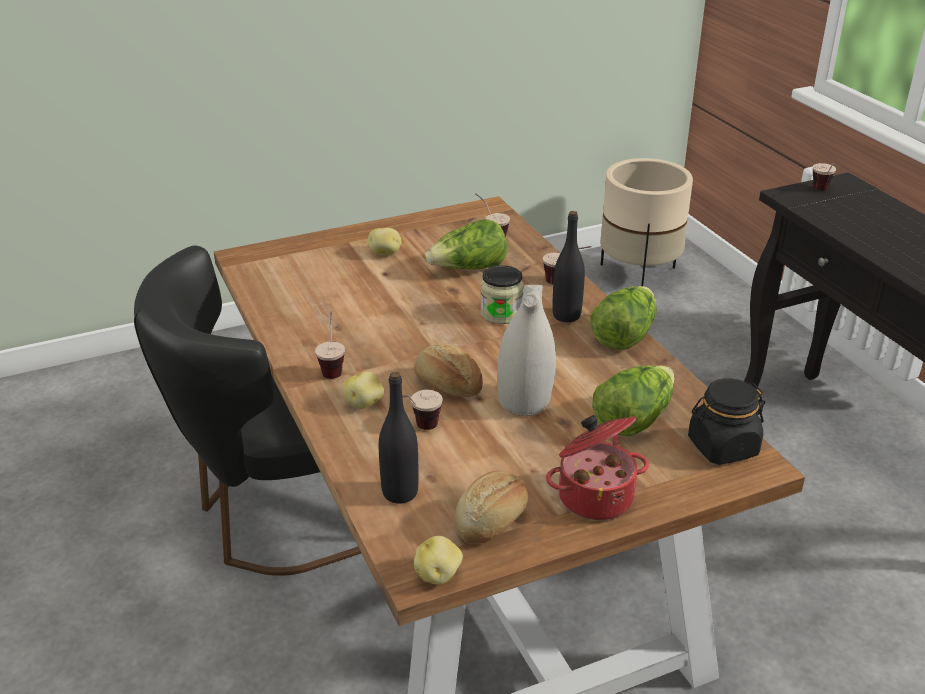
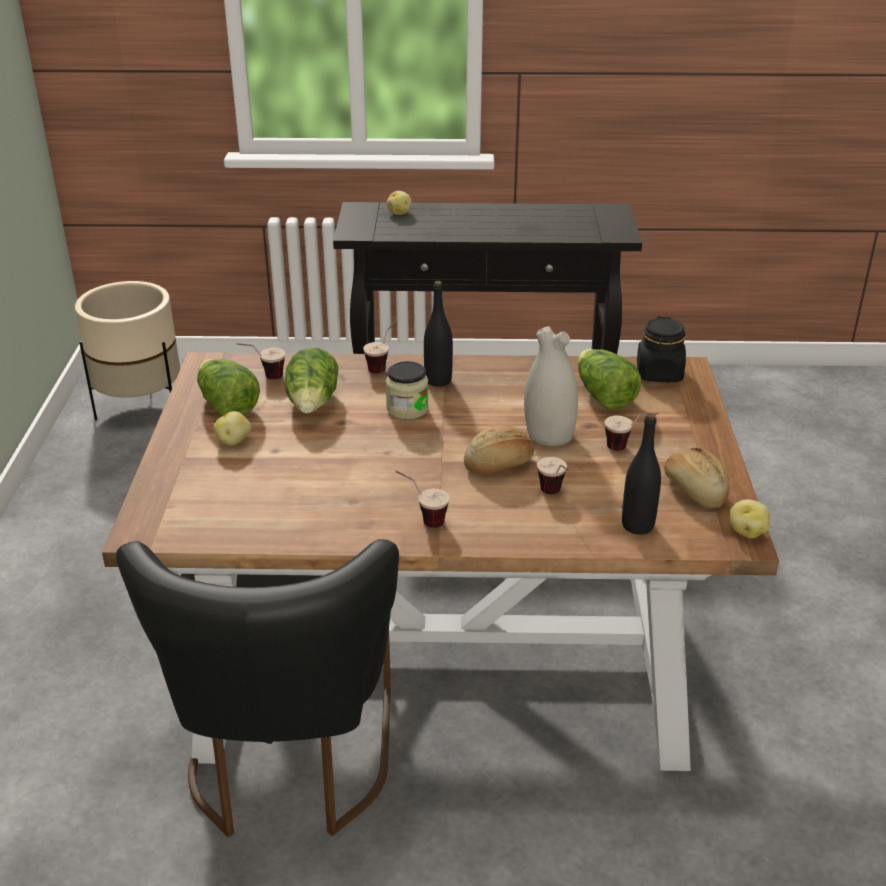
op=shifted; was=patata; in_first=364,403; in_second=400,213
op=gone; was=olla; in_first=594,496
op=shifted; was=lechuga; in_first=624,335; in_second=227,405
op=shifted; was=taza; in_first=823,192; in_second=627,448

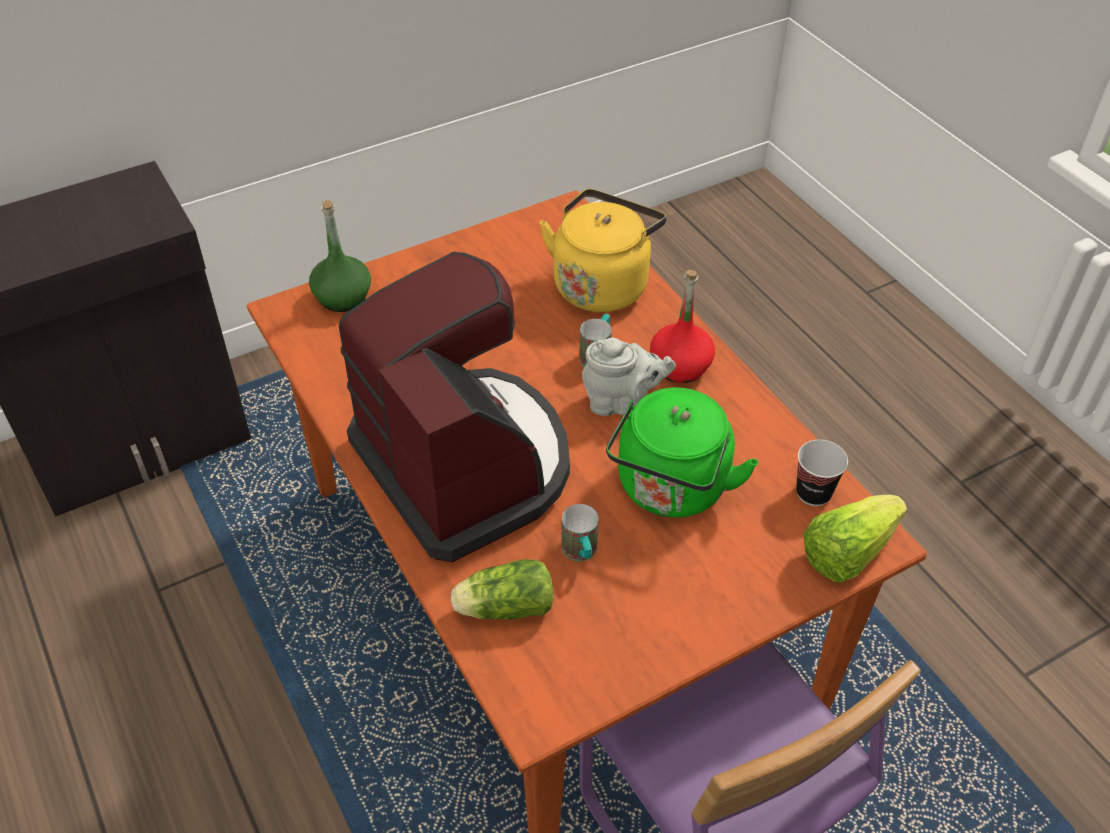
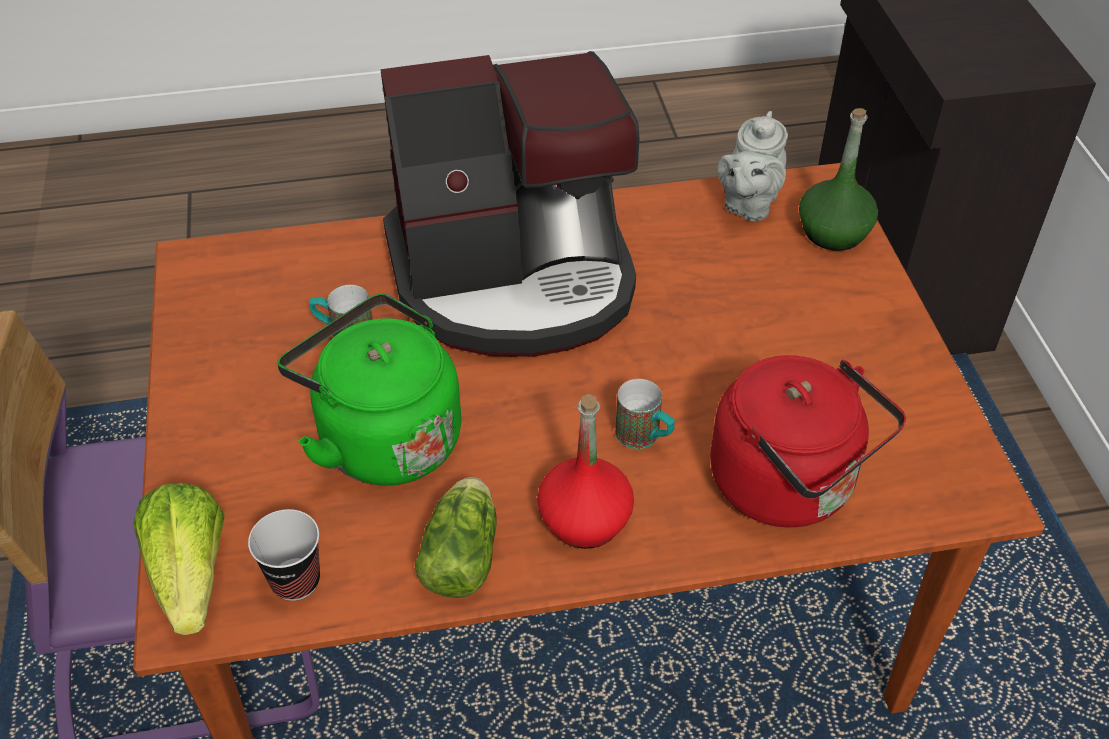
op=shifted; was=lechuga; in_first=502,607; in_second=463,552
op=repainted; was=hervidor [amarillo]; now=hervidor [rojo]; in_first=602,284; in_second=790,486
op=shifted; was=tetera [gris]; in_first=621,402; in_second=748,204

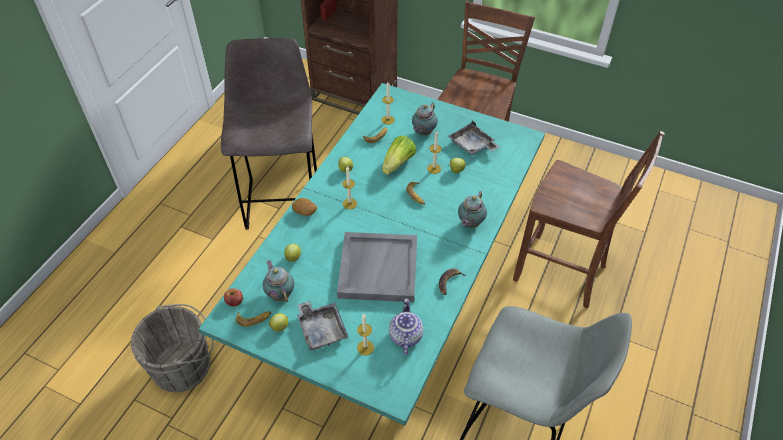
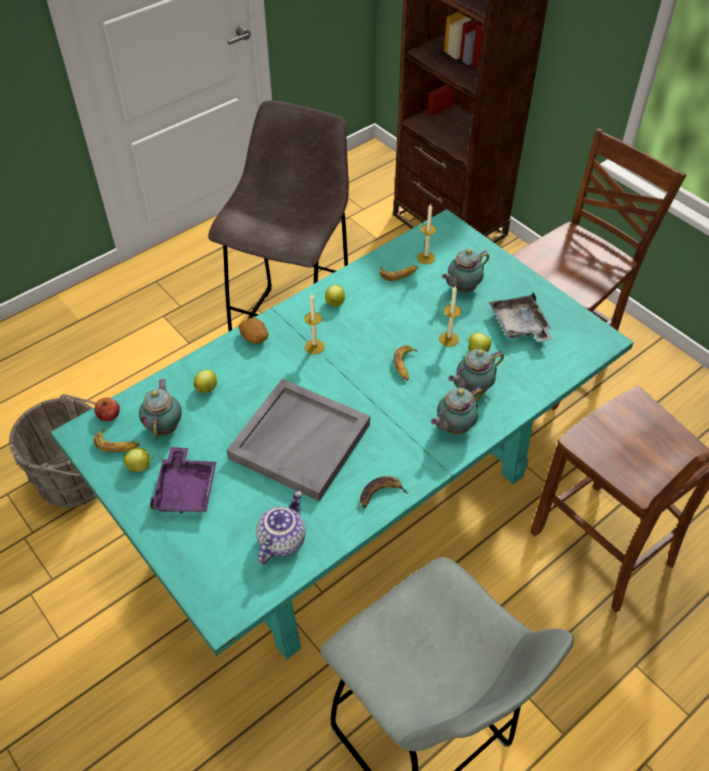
op=repainted; was=bandeja [gris]; now=bandeja [morado]; in_first=322,329; in_second=186,489
op=gone; was=vela; in_first=365,347
op=gone; was=lechuga; in_first=398,163
op=new; now=tetera; in_second=472,389

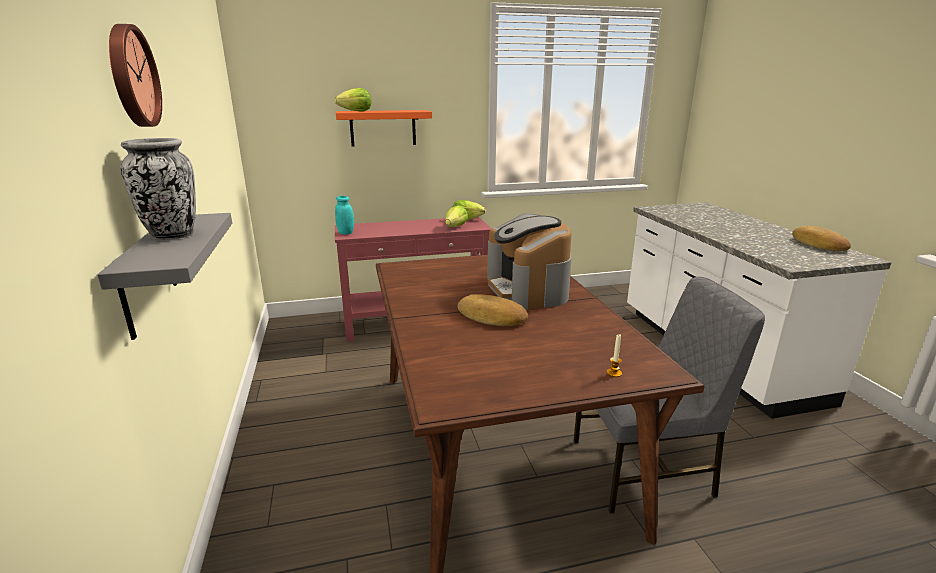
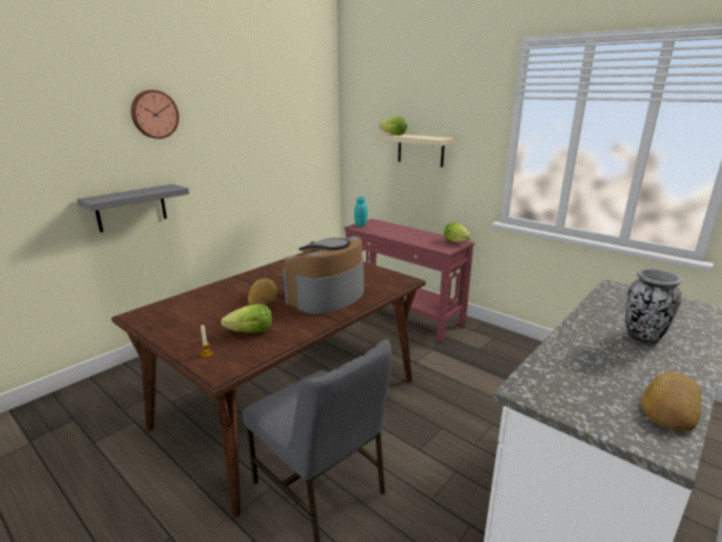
op=shifted; was=florero; in_first=172,235; in_second=642,338
op=repainted; was=estante [naranja]; now=estante [beis]; in_first=383,128; in_second=420,150
op=shifted; was=lechuga; in_first=455,227; in_second=251,332

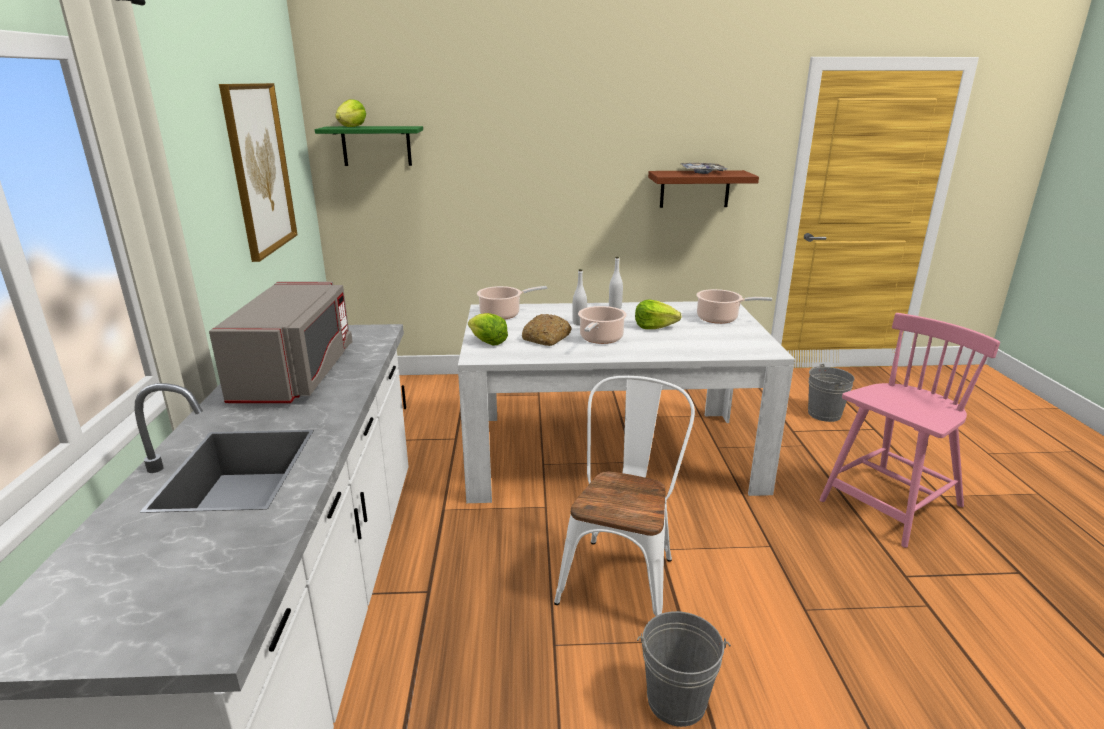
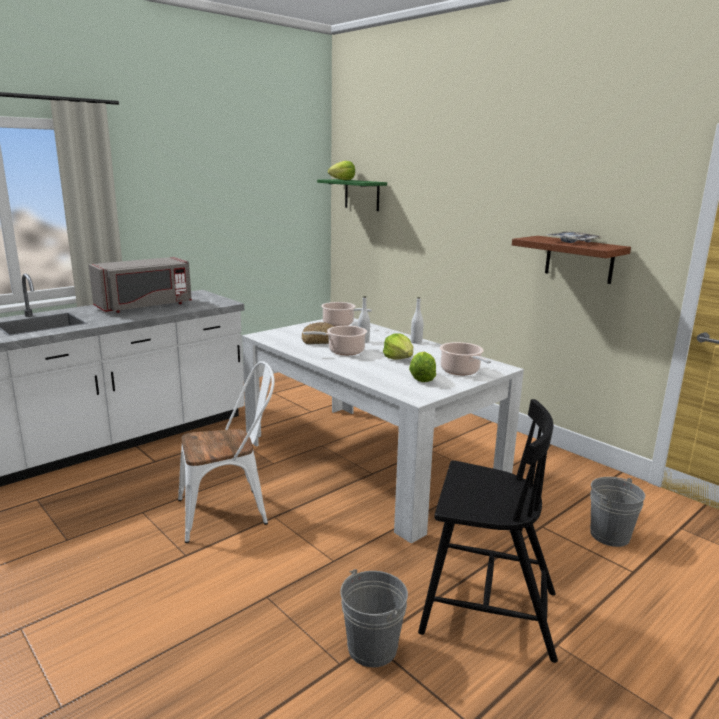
op=gone; was=cuadro; in_first=259,169
op=shifted; was=lechuga; in_first=487,342; in_second=422,378
op=shifted; was=cubo [gris]; in_first=676,700; in_second=372,648
op=repainted; was=silla [rosa]; now=silla [negro]; in_first=890,505; in_second=486,611

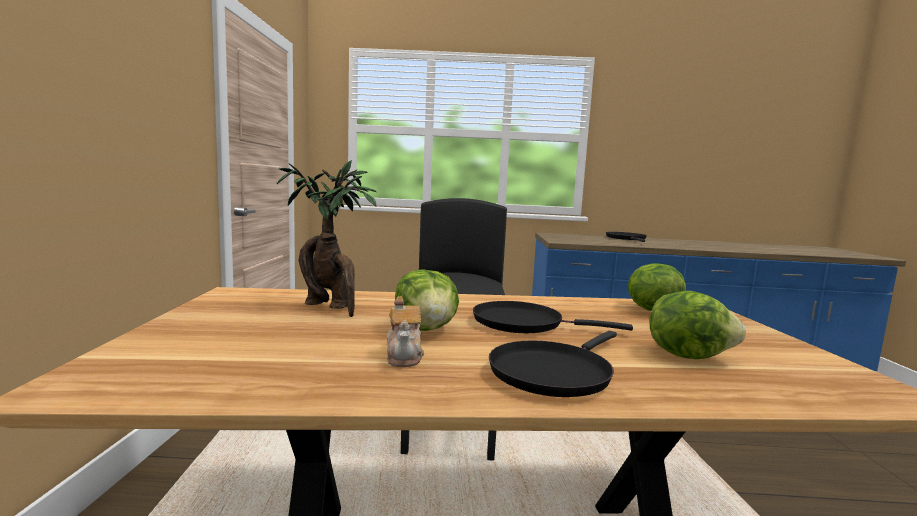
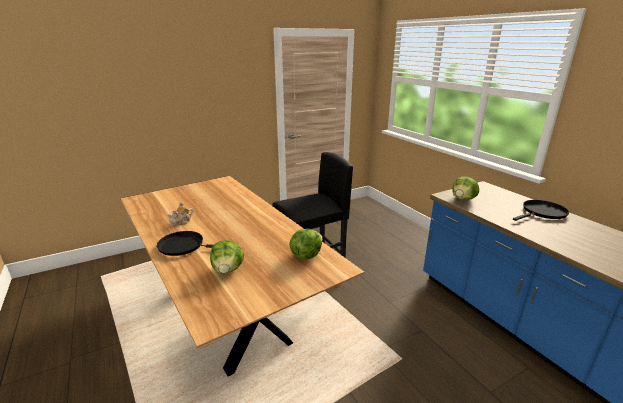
op=gone; was=planta en maceta; in_first=330,308
op=shifted; was=lechuga; in_first=426,329; in_second=463,199
op=gone; was=sartén [negro]; in_first=523,323

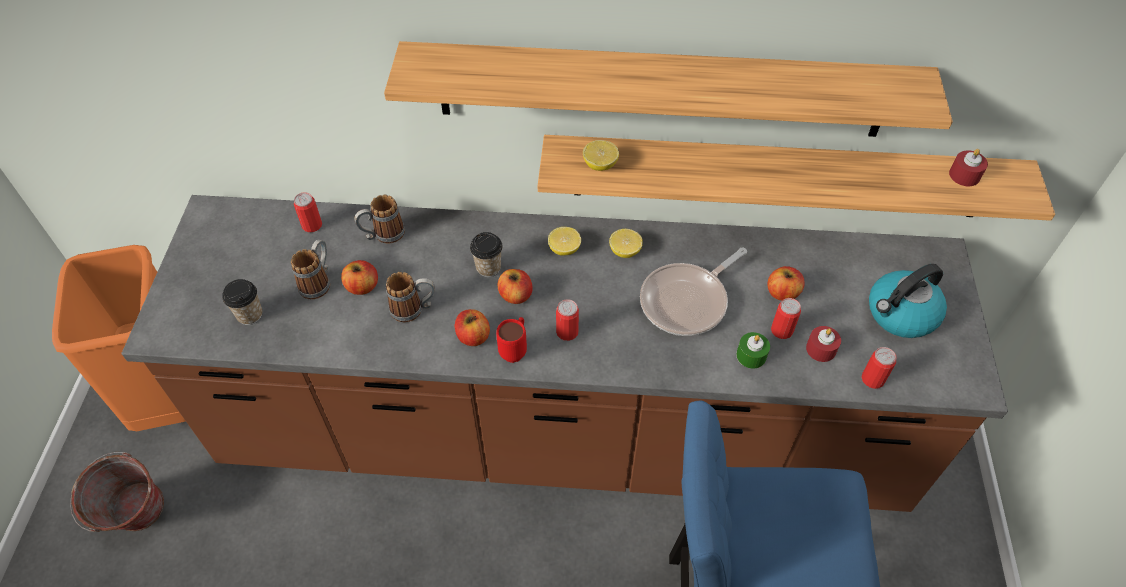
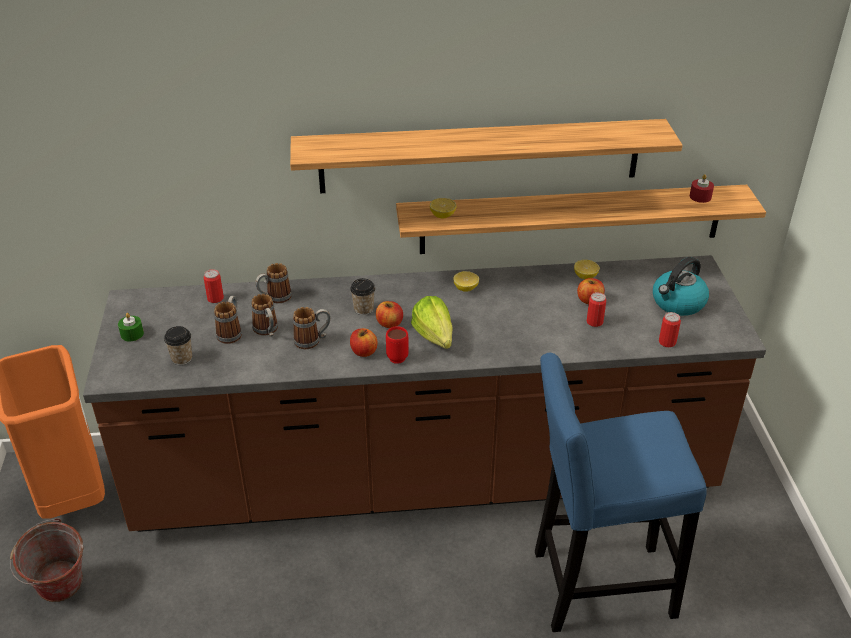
op=swapped; was=manzana; now=taza grande; in_first=362,286; in_second=267,331
op=shifted; was=limón; in_first=564,249; in_second=585,276
op=swapped; was=lata; now=lechuga; in_first=567,332; in_second=435,341
op=gone; was=sartén; in_first=687,301
op=shifted; was=vela [verde]; in_first=751,355; in_second=132,334
op=gone; was=vela [rojo]; in_first=821,349

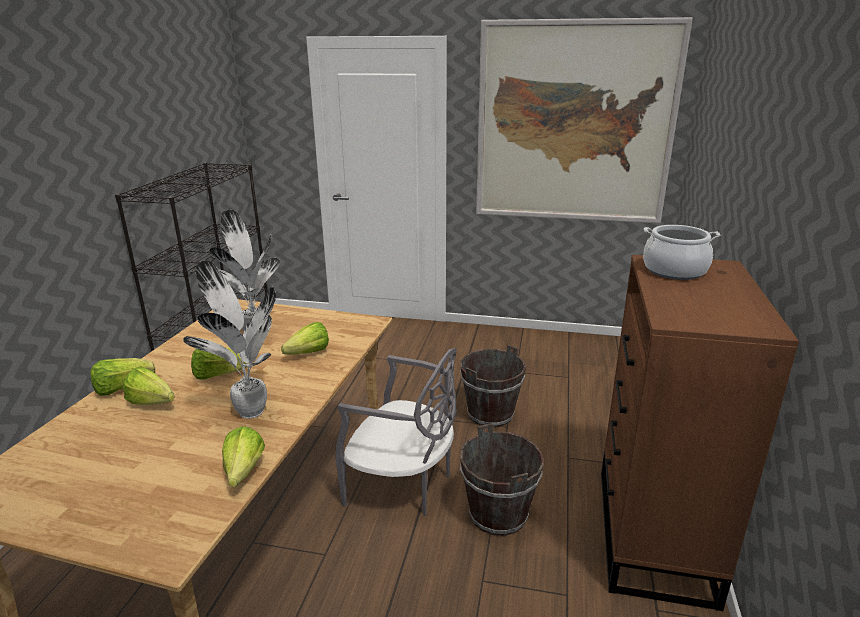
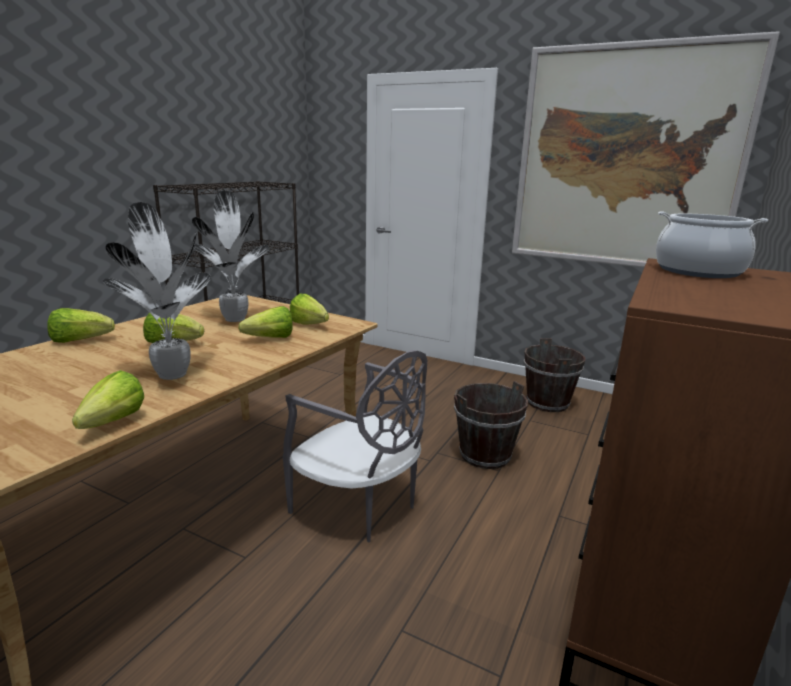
op=shifted; was=lechuga; in_first=154,405; in_second=311,326
op=shifted; was=cubo [marrón]; in_first=498,515; in_second=548,403

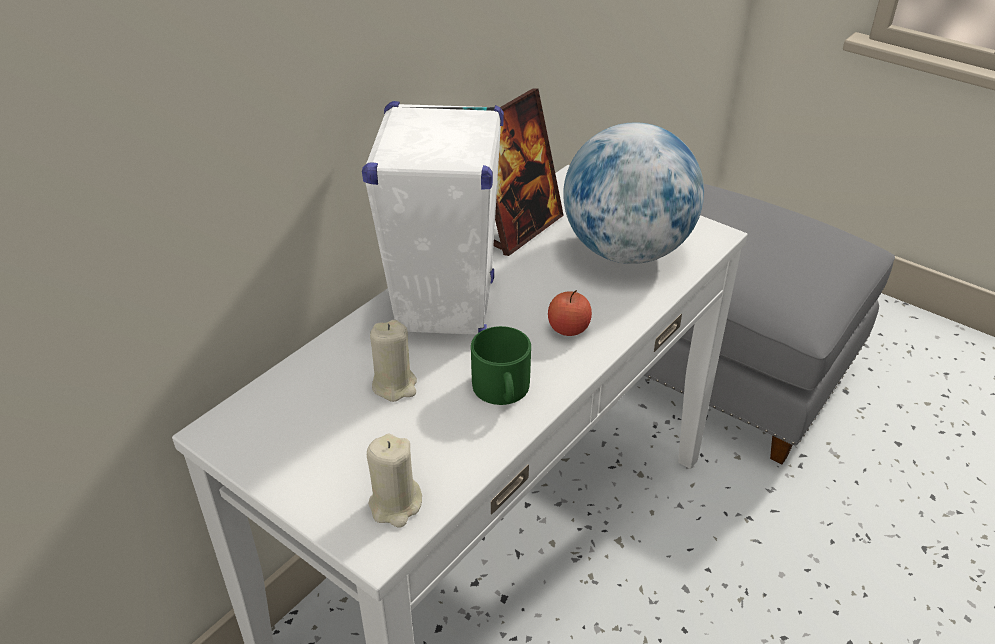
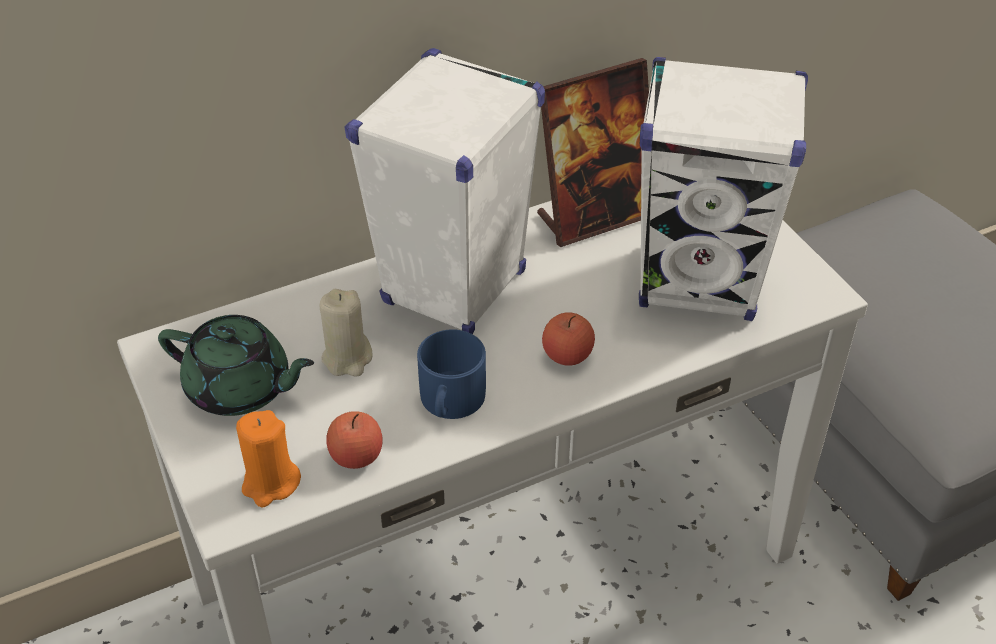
op=repainted; was=vela [beis]; now=vela [naranja]; in_first=395,505; in_second=270,483
op=repainted; was=taza grande [verde]; now=taza grande [azul]; in_first=502,390; in_second=450,401
op=swapped; was=globo terráqueo; now=altavoz [blanco]; in_first=626,251; in_second=700,282
op=new; now=tetera [verde]; in_second=240,388
op=new; now=manzana; in_second=356,456

